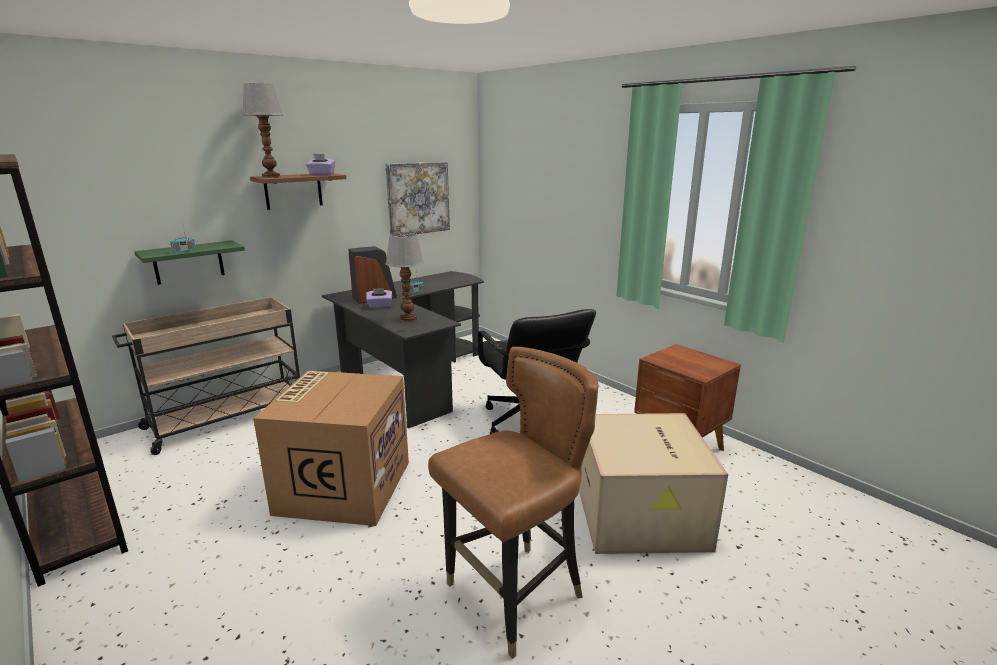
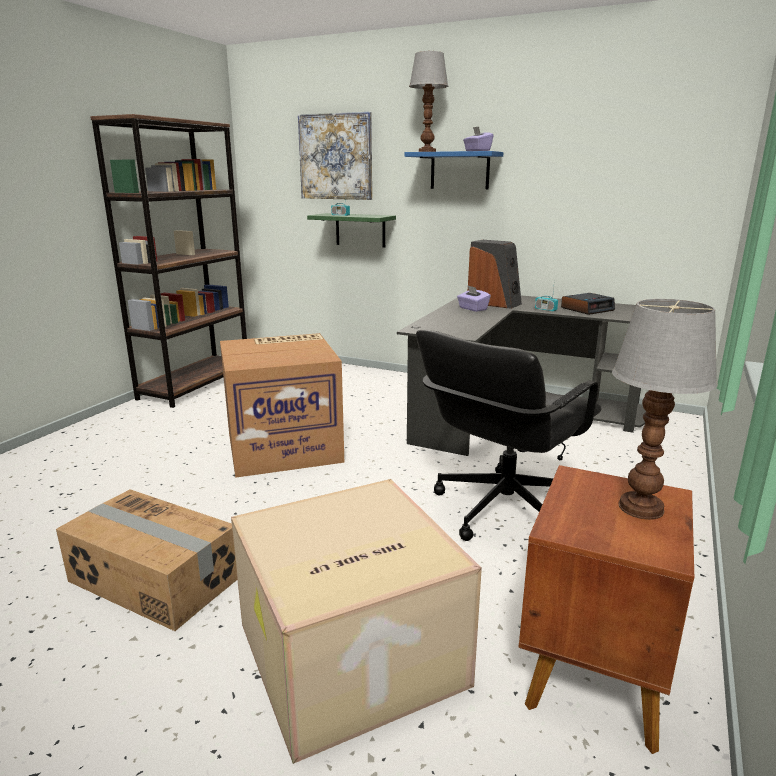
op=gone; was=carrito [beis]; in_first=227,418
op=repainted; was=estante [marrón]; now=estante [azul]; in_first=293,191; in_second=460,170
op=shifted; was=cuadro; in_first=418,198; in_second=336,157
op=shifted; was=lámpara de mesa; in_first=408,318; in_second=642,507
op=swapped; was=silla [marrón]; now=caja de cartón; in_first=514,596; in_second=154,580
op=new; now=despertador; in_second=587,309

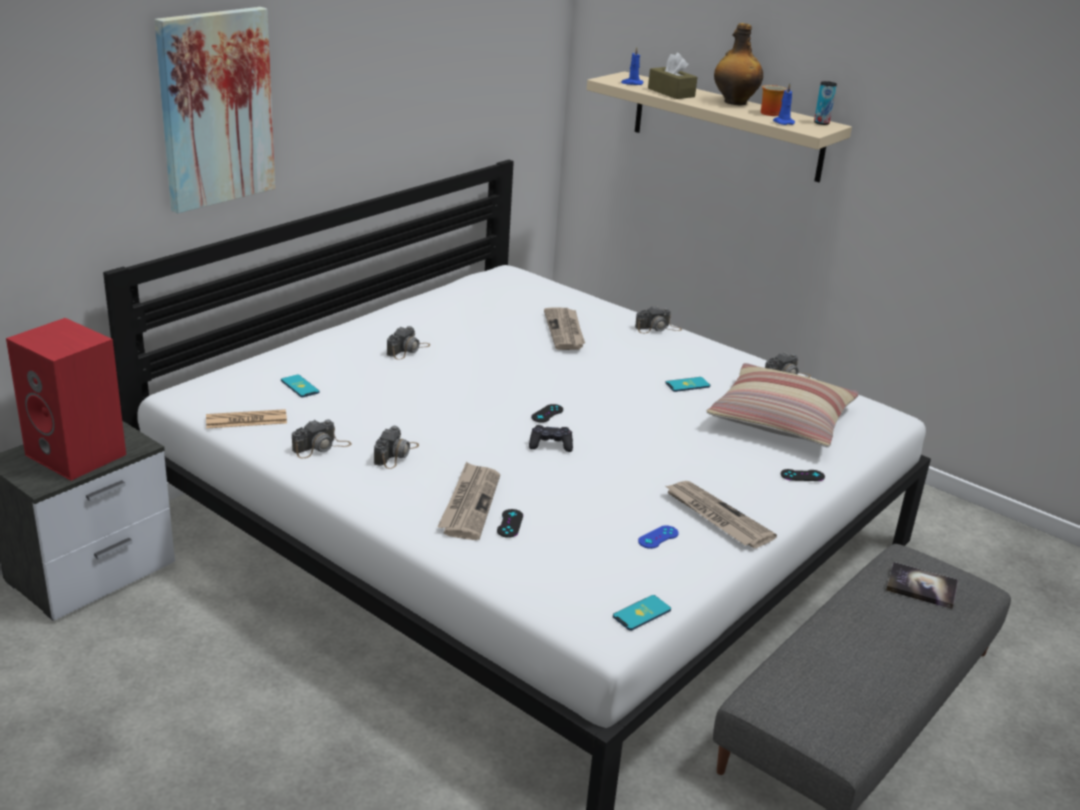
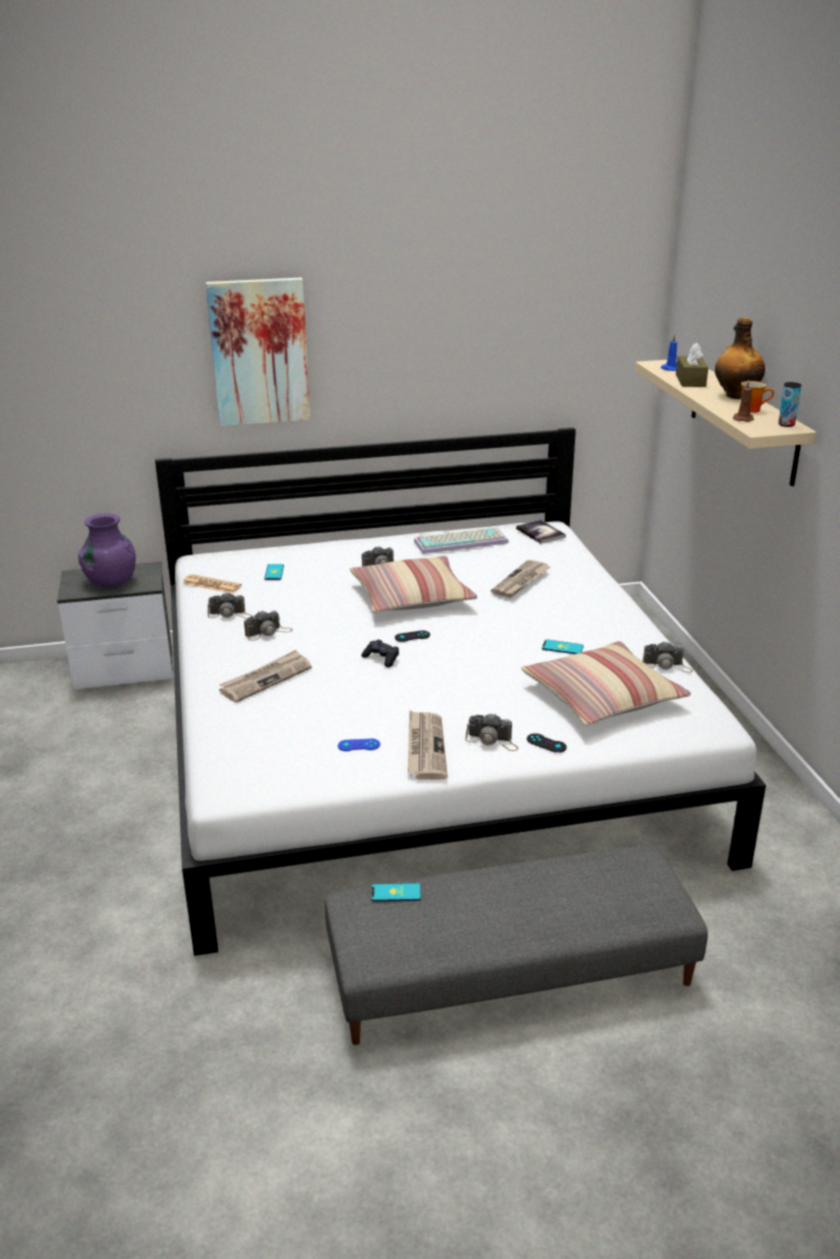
op=swapped; was=altavoz [rojo]; now=florero [morado]; in_first=79,455; in_second=111,582
op=gone; was=mando de consola [negro]; in_first=510,523
op=shifted; was=móvil; in_first=641,613; in_second=396,893
op=shifted; was=cámara; in_first=658,328; in_second=492,741
op=repainted; was=vela [azul]; now=vela [marrón]; in_first=782,122; in_second=743,419
op=shifted; was=libro; in_first=921,587; in_second=540,533
op=new; now=cojín; in_second=411,597
op=new; now=teclado; in_second=461,541

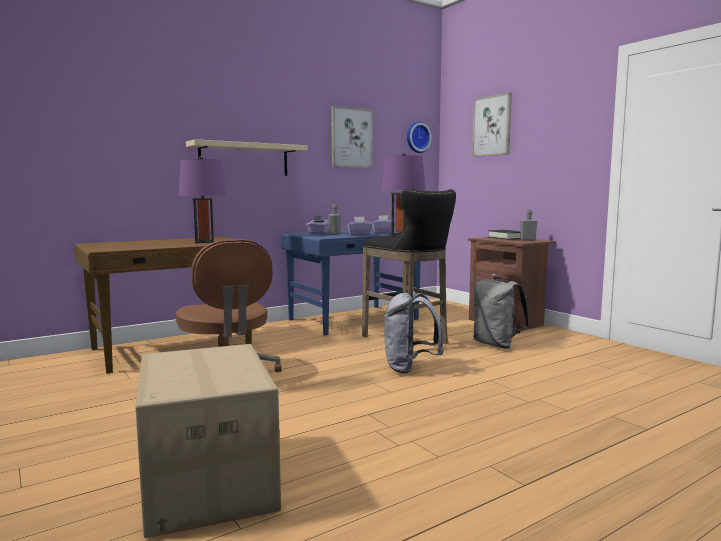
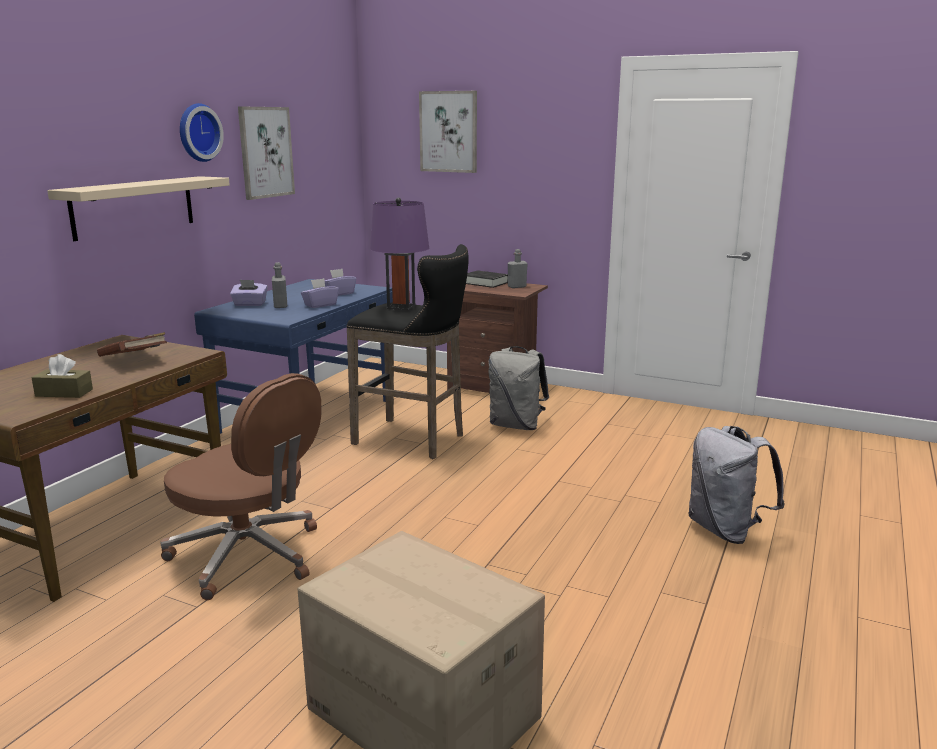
op=swapped; was=lámpara de mesa [morado]; now=libro [marrón]; in_first=204,242; in_second=135,359
op=shifted; was=mochila [gris]; in_first=409,368; in_second=726,530
op=shifted; was=reloj de pared; in_first=417,137; in_second=197,132
op=new; now=caja de pañuelos [marrón]; in_second=64,393

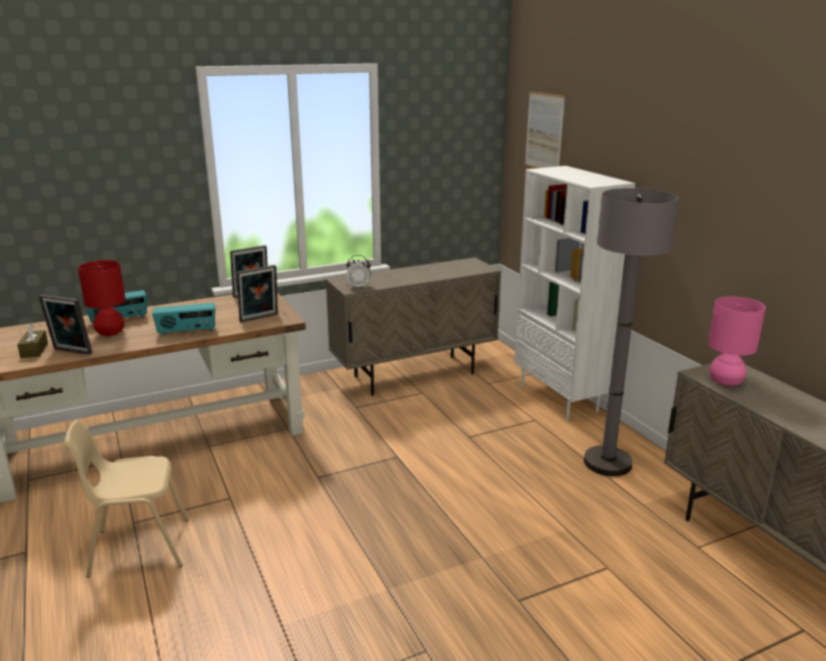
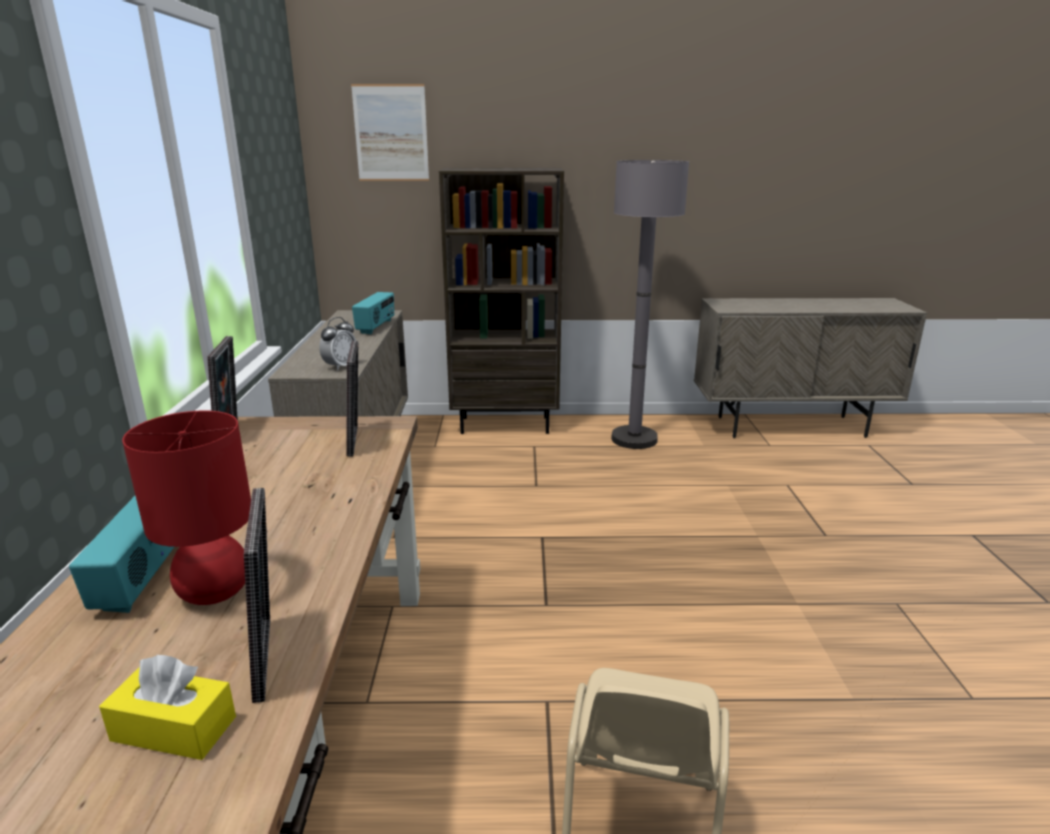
op=repainted; was=caja de pañuelos [marrón]; now=caja de pañuelos [amarillo]; in_first=34,350; in_second=174,728
op=rotated; was=portarretratos; in_first=71,352; in_second=270,657; clockwise=-60
op=shifted; was=radio; in_first=187,332; in_second=376,327
op=repainted; was=estantería [blanco]; now=estantería [marrón]; in_first=559,399; in_second=506,425
op=gone; was=lámpara de mesa [rosa]; in_first=725,382

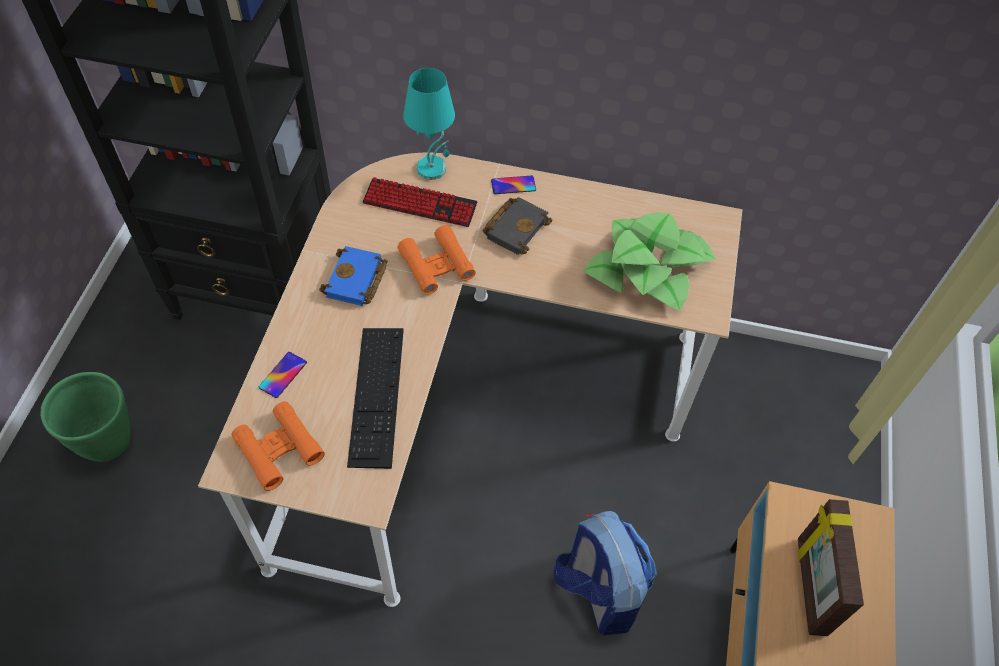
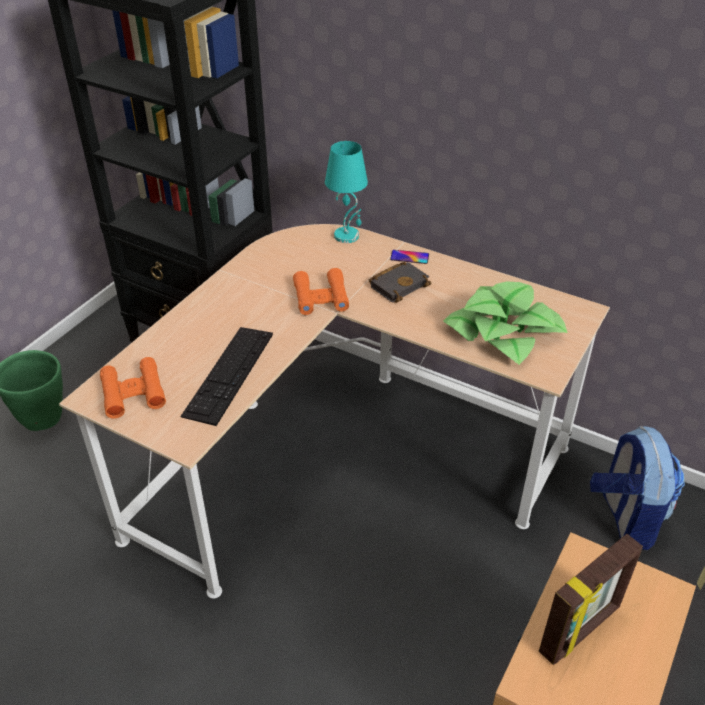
op=gone; was=móvil; in_first=283,375
op=gone; was=libro [azul]; in_first=356,281
op=gone; was=teclado; in_first=420,204
op=shifted; was=mochila; in_first=598,590; in_second=625,517
op=rotated; was=portarretratos; in_first=809,586; in_second=581,630; clockwise=-150

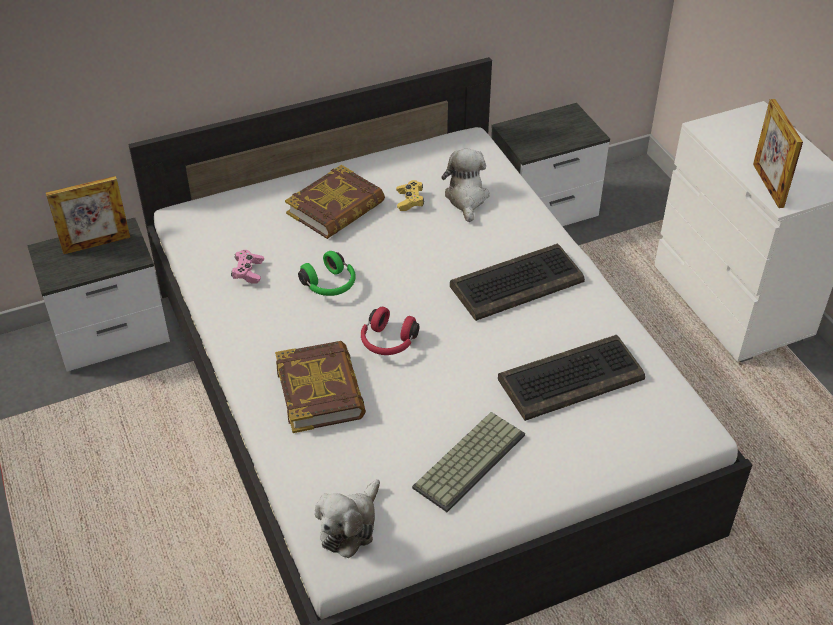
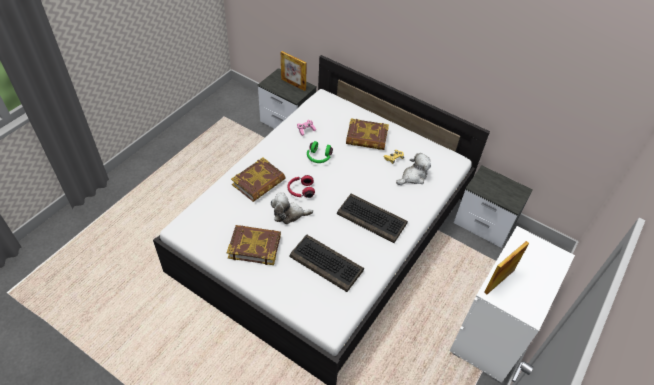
op=shifted; was=peluche; in_first=350,526; in_second=289,214
op=swapped; was=teclado; now=libro; in_first=468,459; in_second=254,246

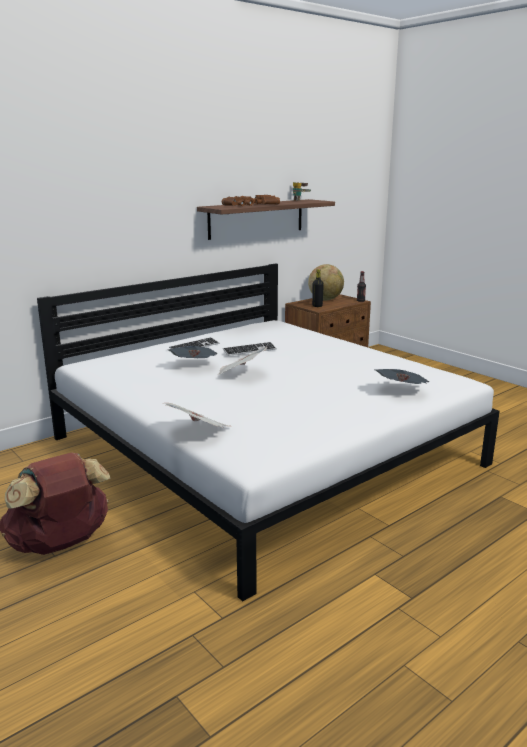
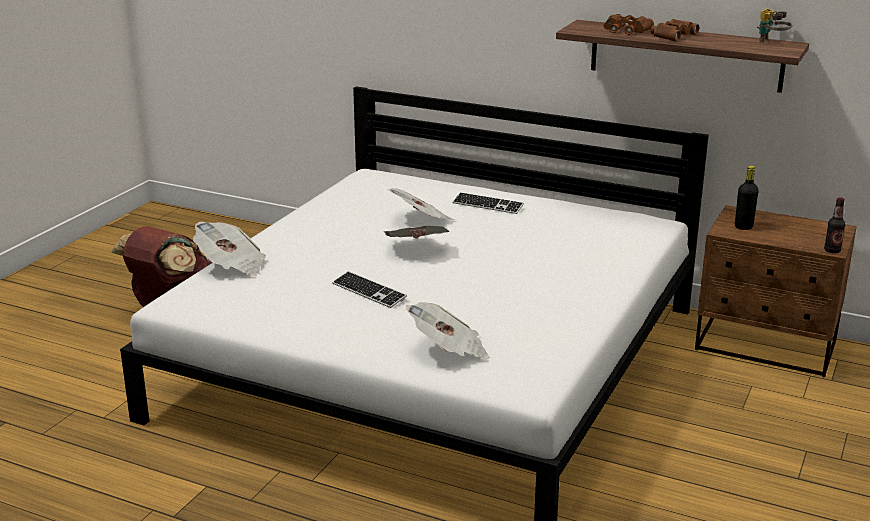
op=shifted; was=teclado; in_first=249,350; in_second=369,291
op=gone; was=globo terráqueo; in_first=325,299

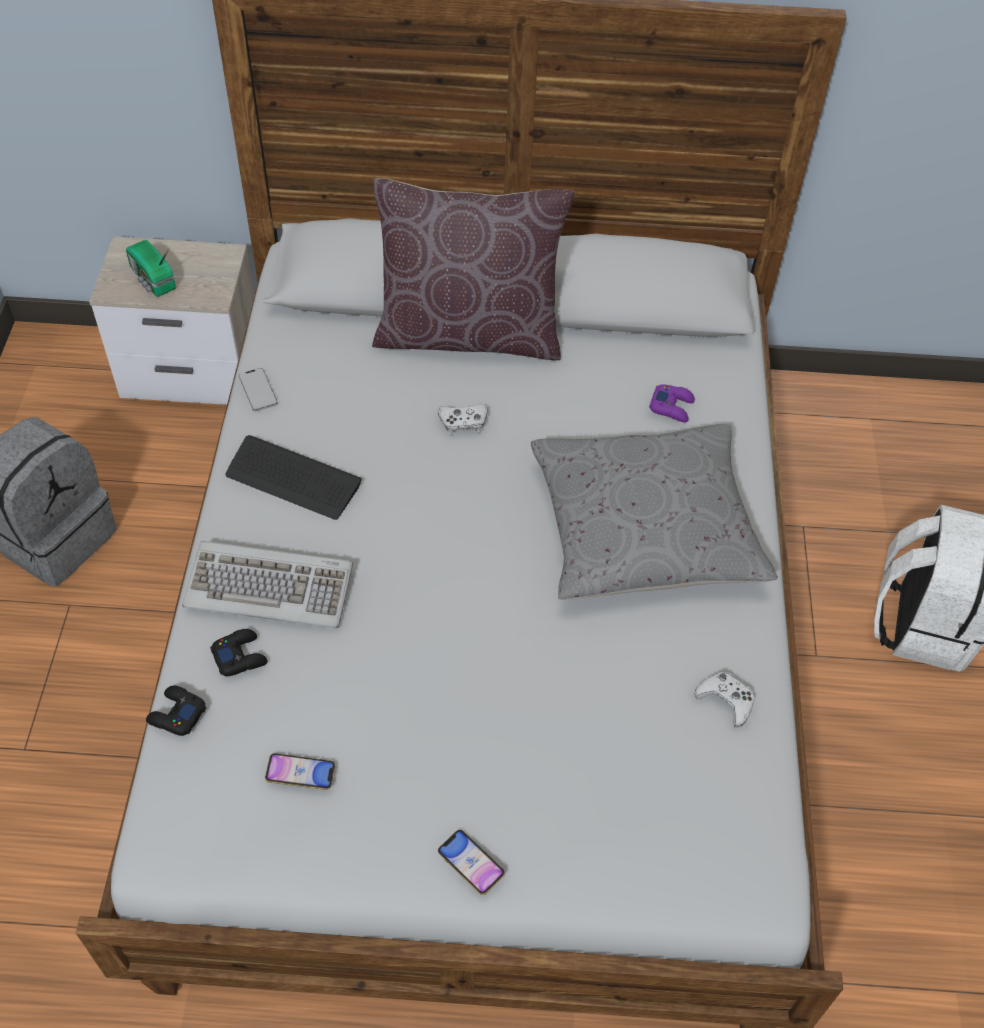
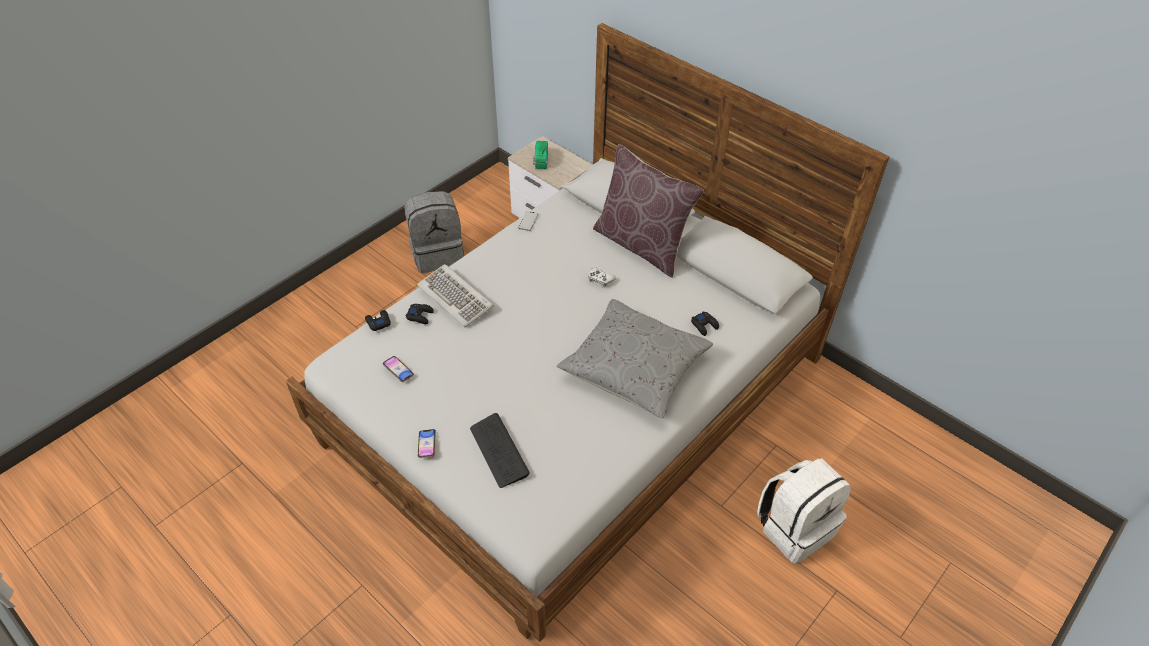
op=shifted; was=teclado; in_first=293,479; in_second=499,451
op=repainted; was=mando de consola [morado]; now=mando de consola [negro]; in_first=672,406; in_second=704,325
op=gone; was=mando de consola [blanco]; in_first=726,700

